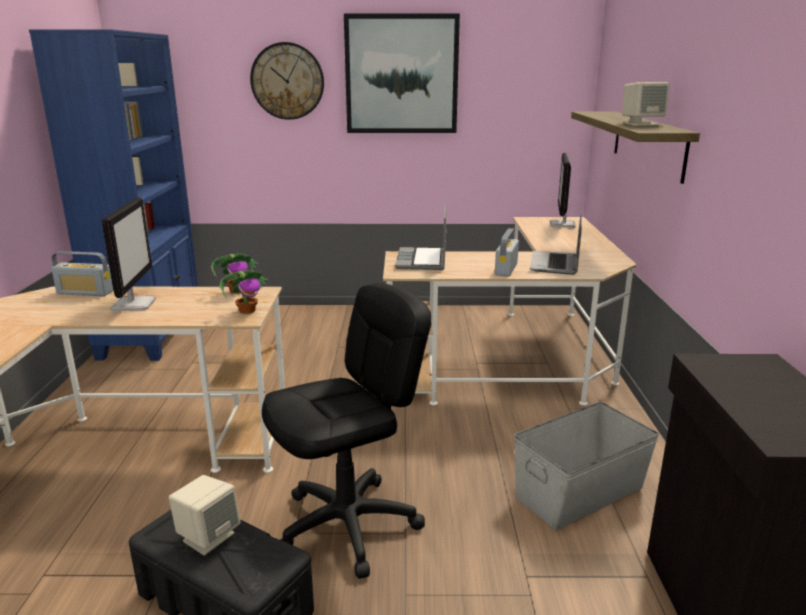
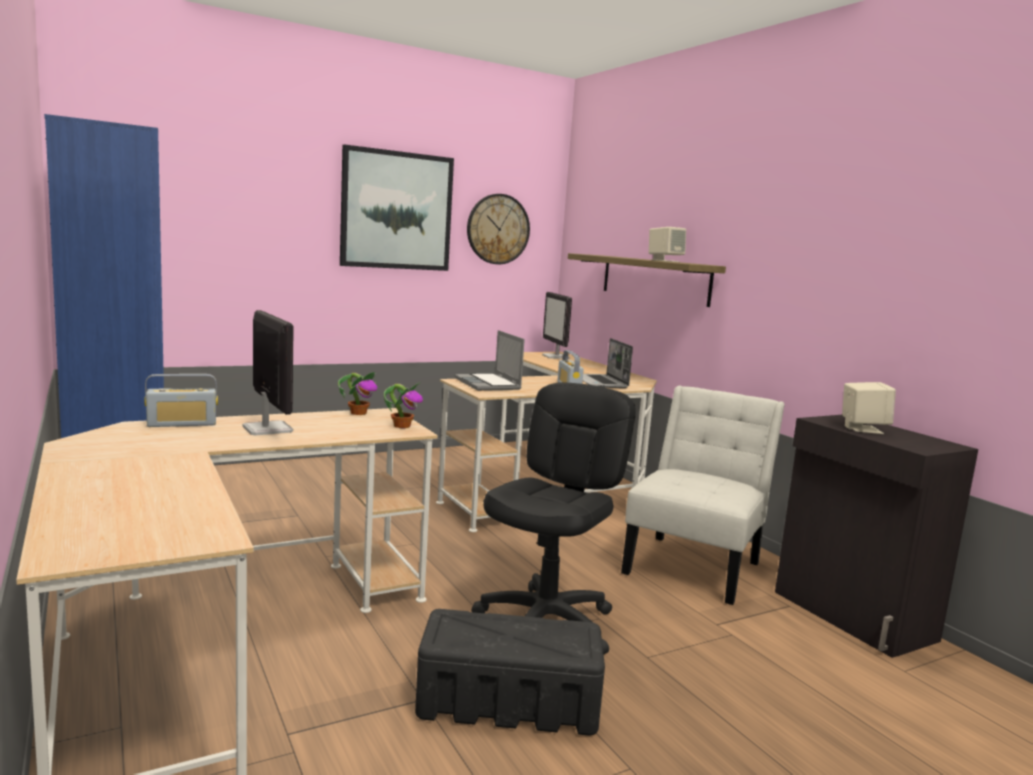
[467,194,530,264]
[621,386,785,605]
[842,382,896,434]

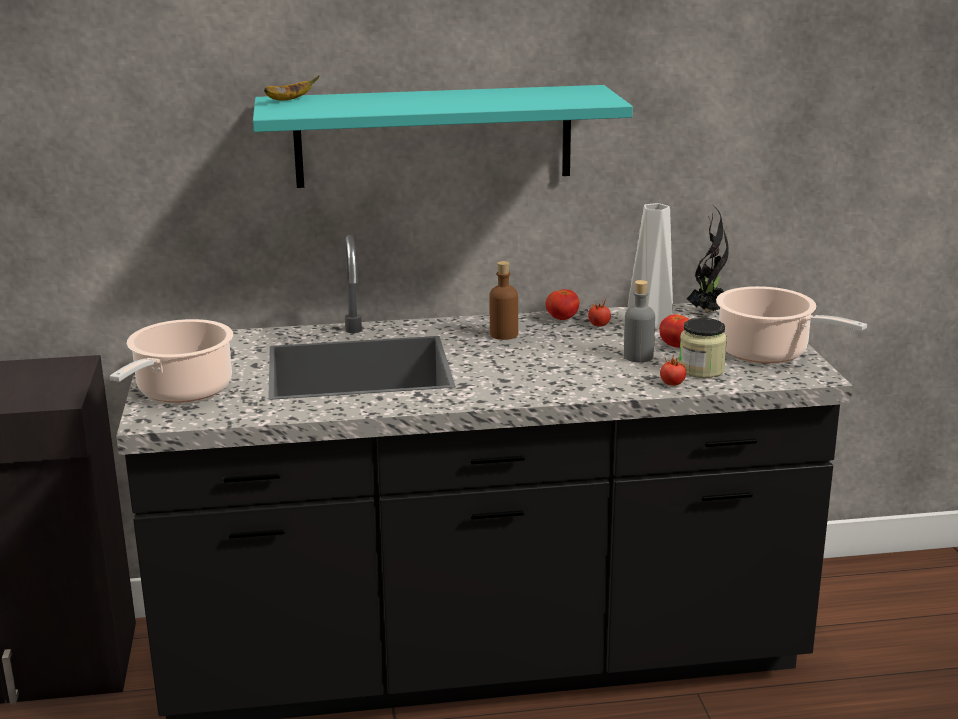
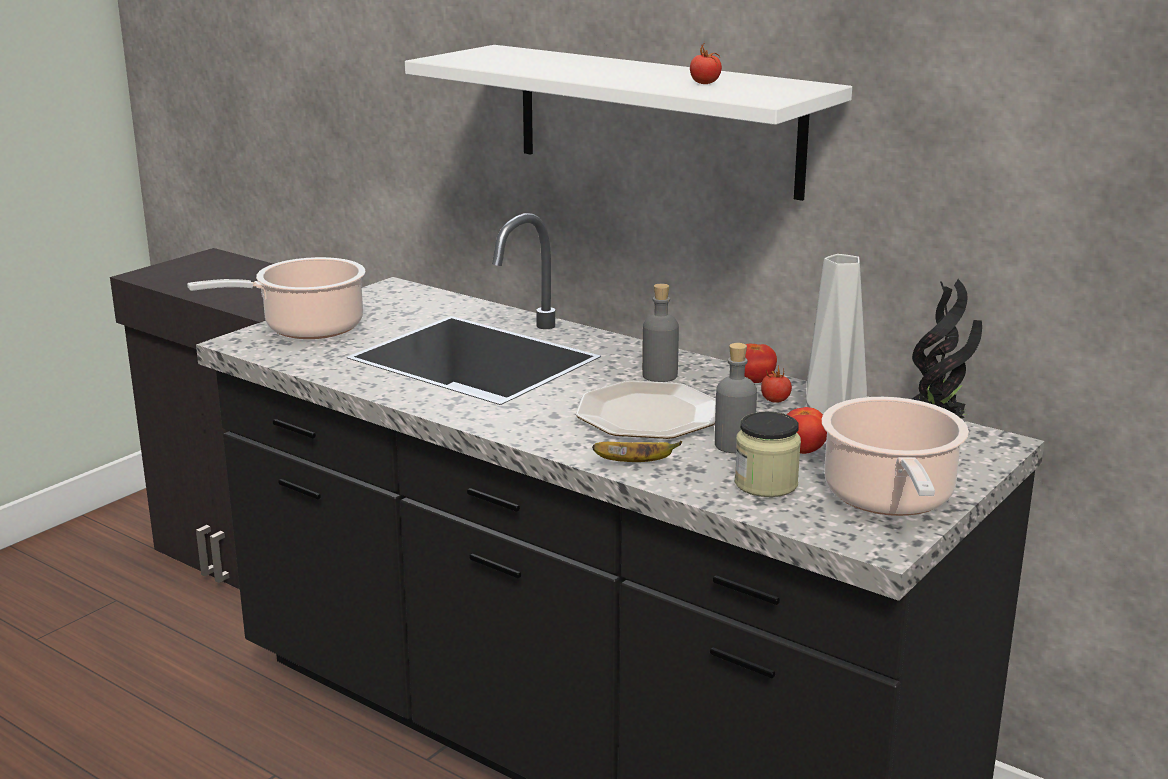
[592,441,682,462]
[405,45,852,201]
[642,284,679,382]
[690,42,722,84]
[576,380,716,439]

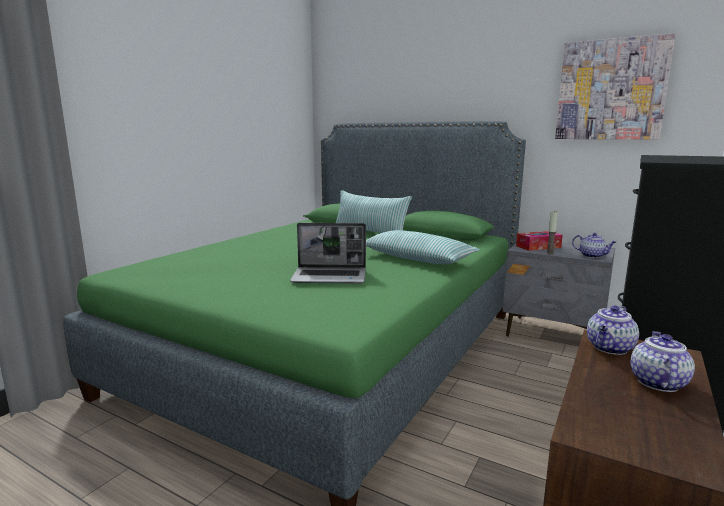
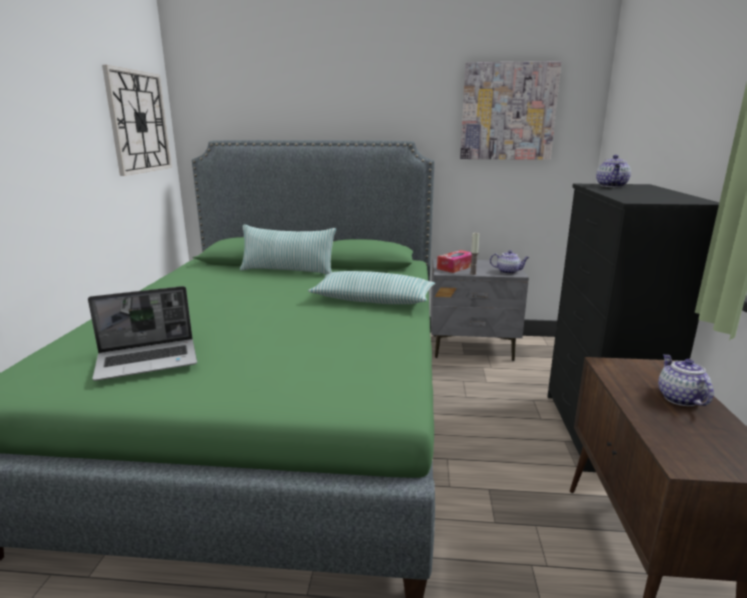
[88,286,197,381]
[596,155,631,187]
[102,65,172,176]

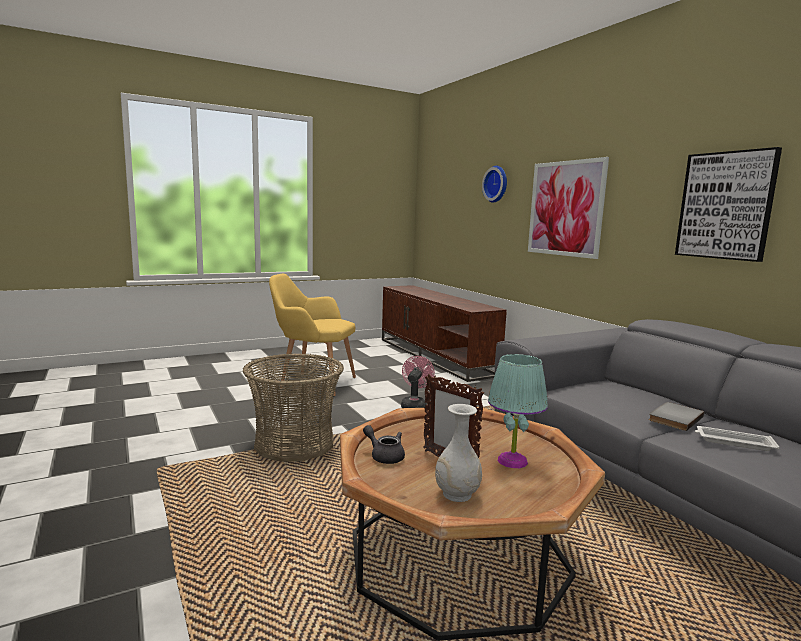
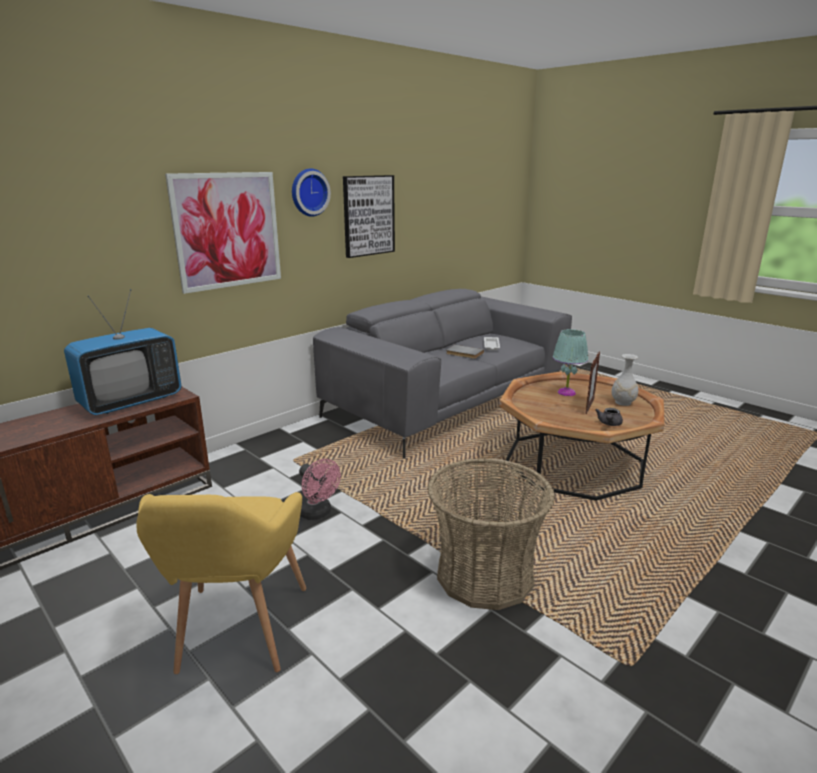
[292,168,331,217]
[299,459,341,520]
[64,289,182,415]

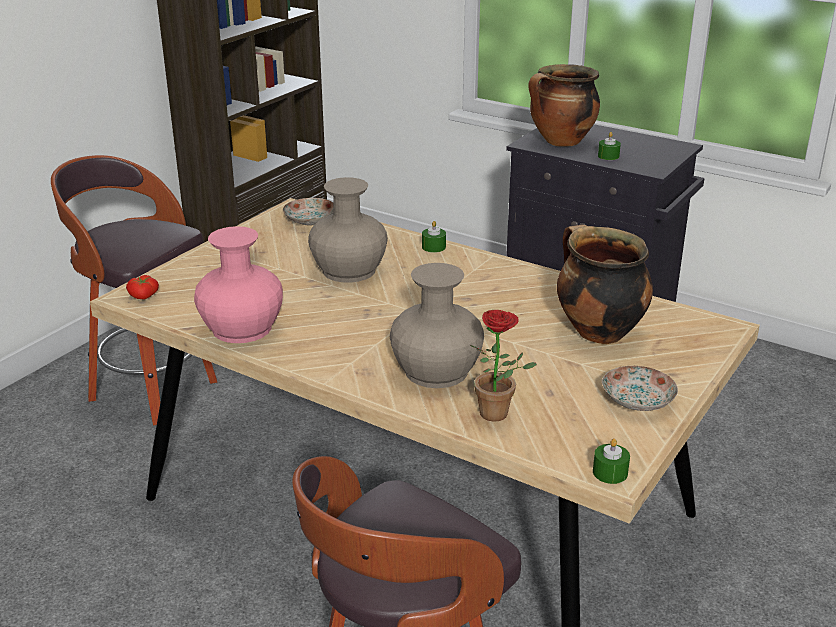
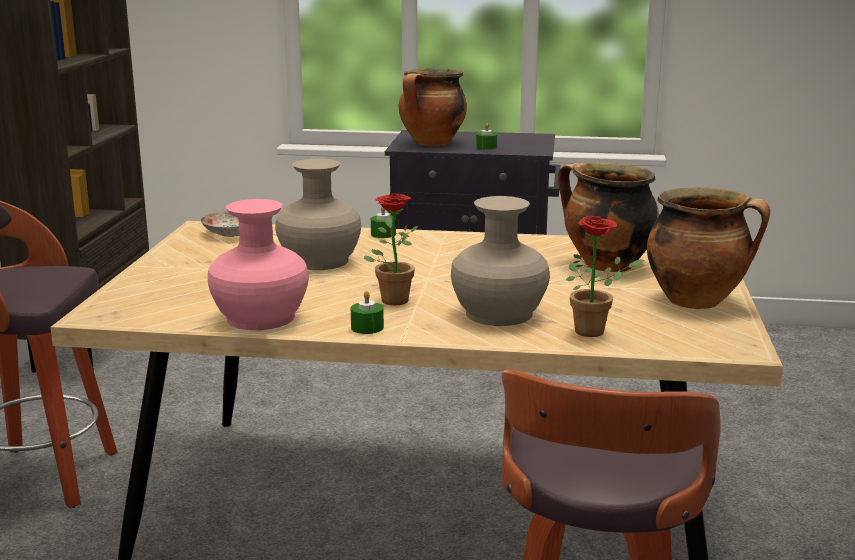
[126,275,159,300] (first image)
[647,188,770,309]
[351,291,384,334]
[364,193,418,305]

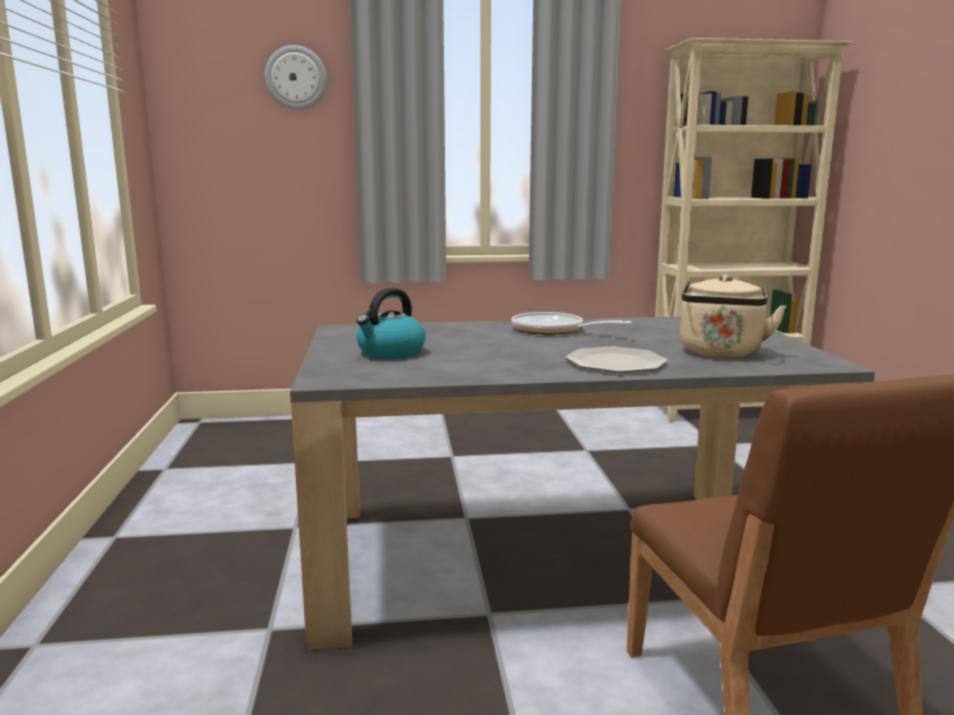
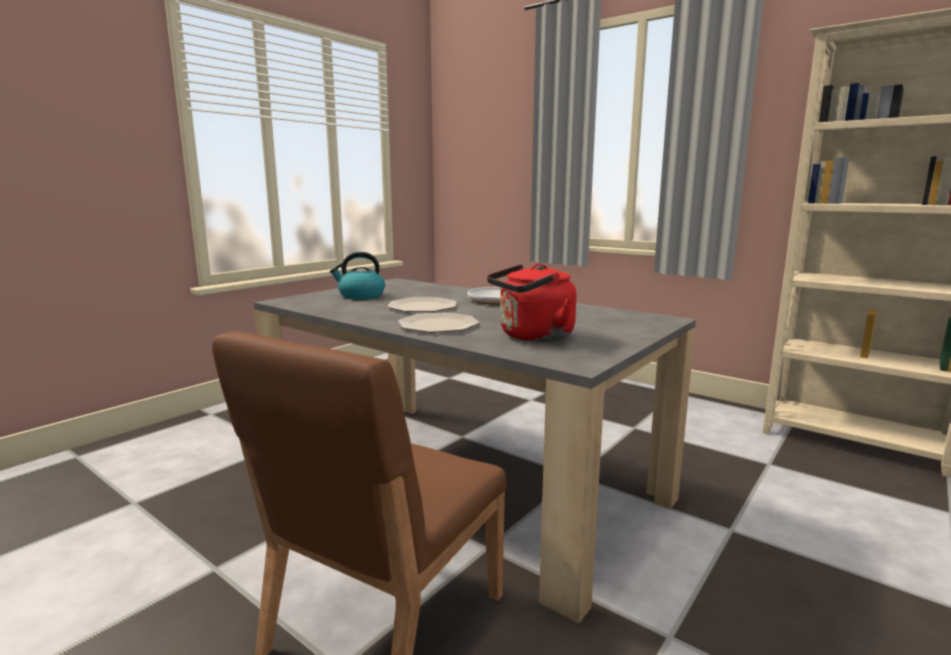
[265,45,327,110] (first image)
[487,263,576,342]
[387,297,456,312]

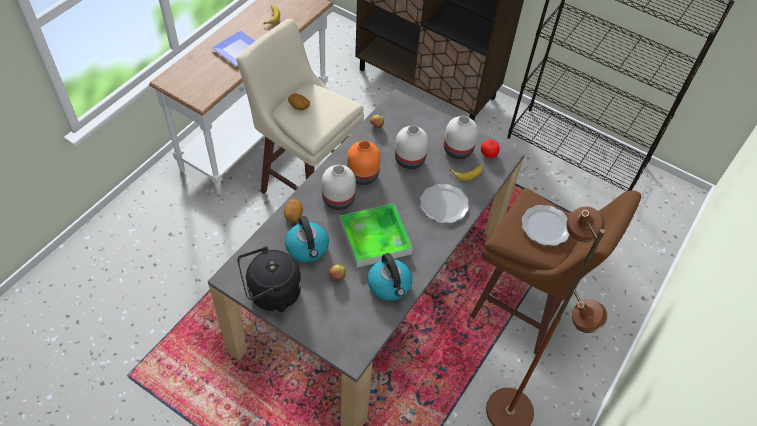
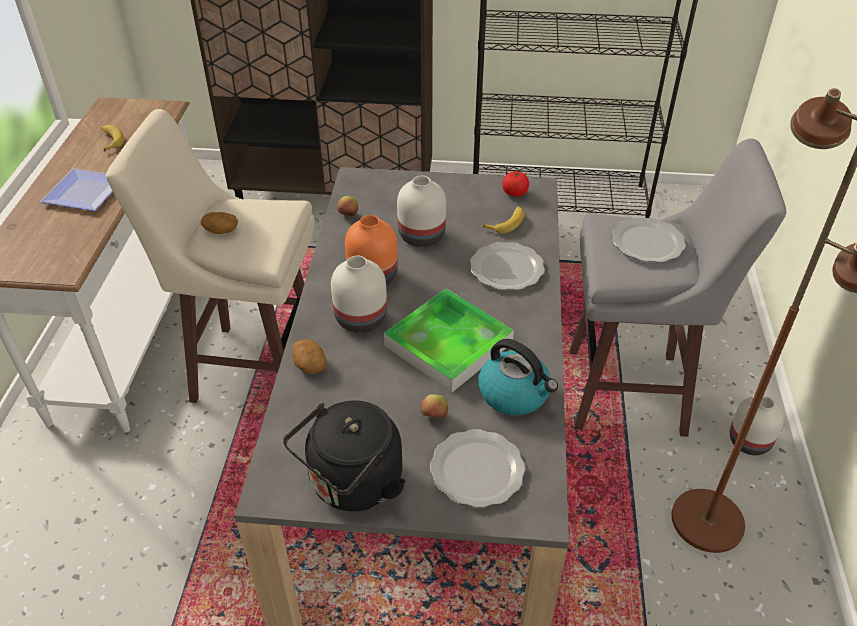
[730,396,784,455]
[570,139,786,437]
[285,216,329,262] (first image)
[430,429,526,508]

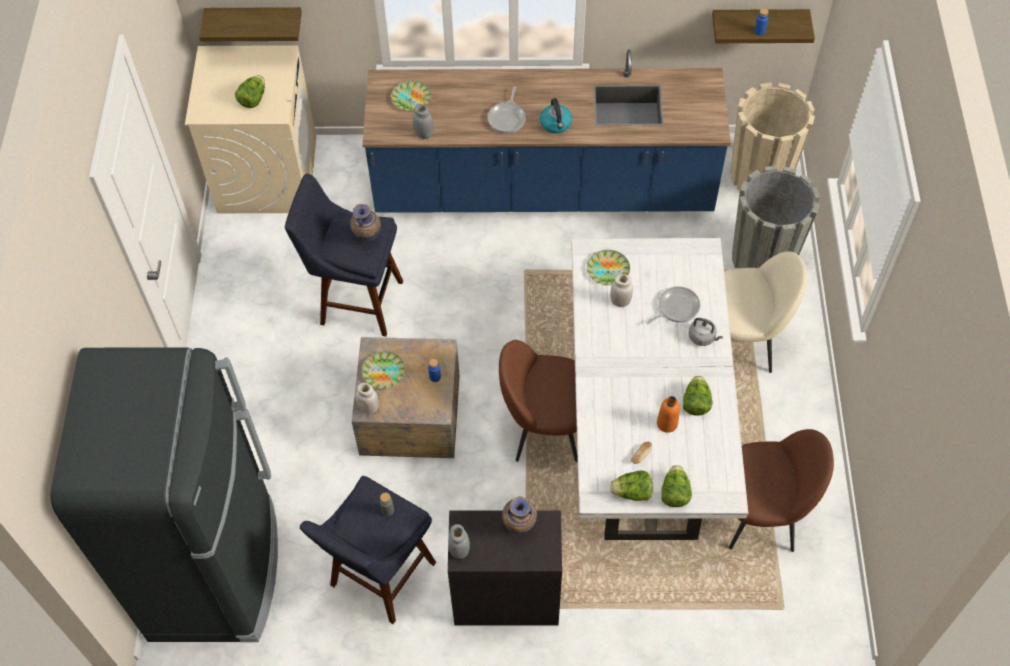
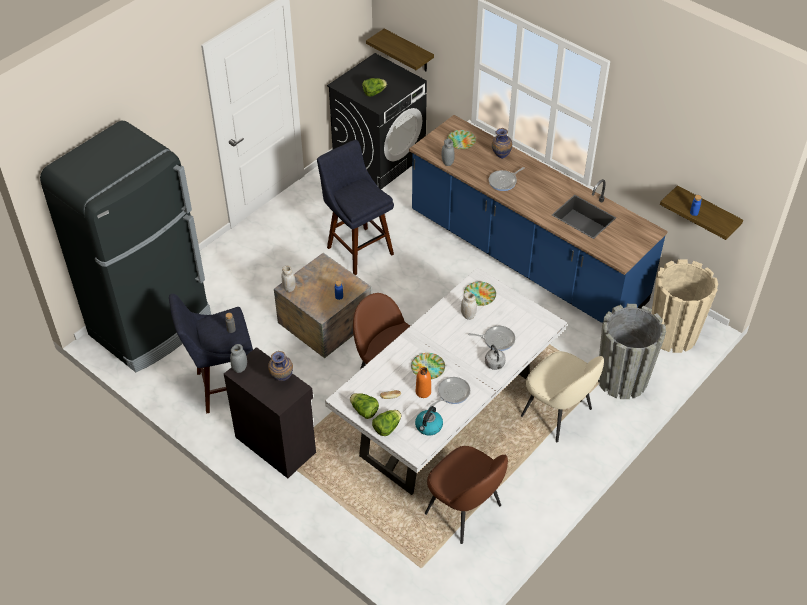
[327,53,427,189]
[415,406,443,436]
[492,128,512,159]
[411,353,445,379]
[430,377,470,407]

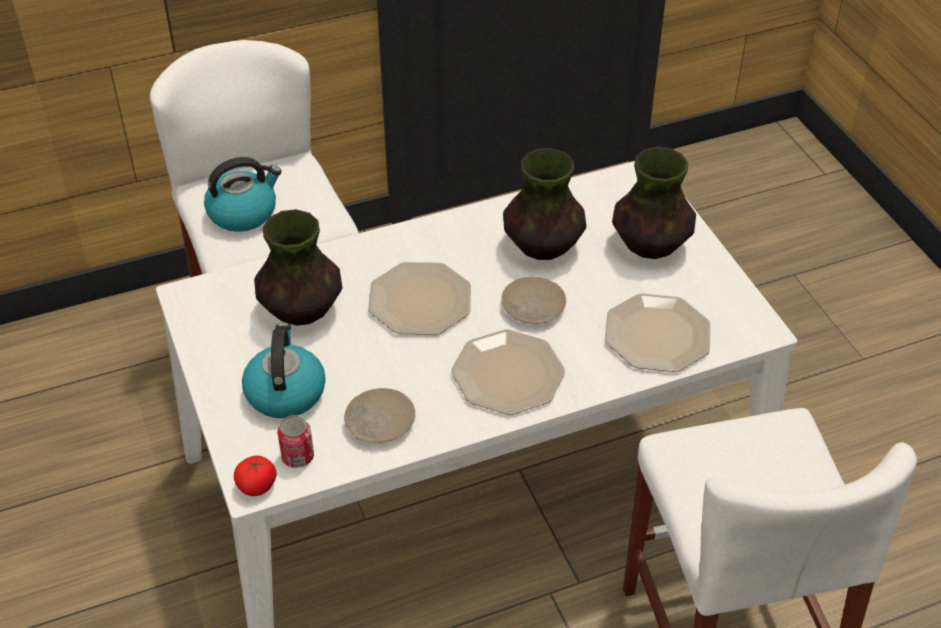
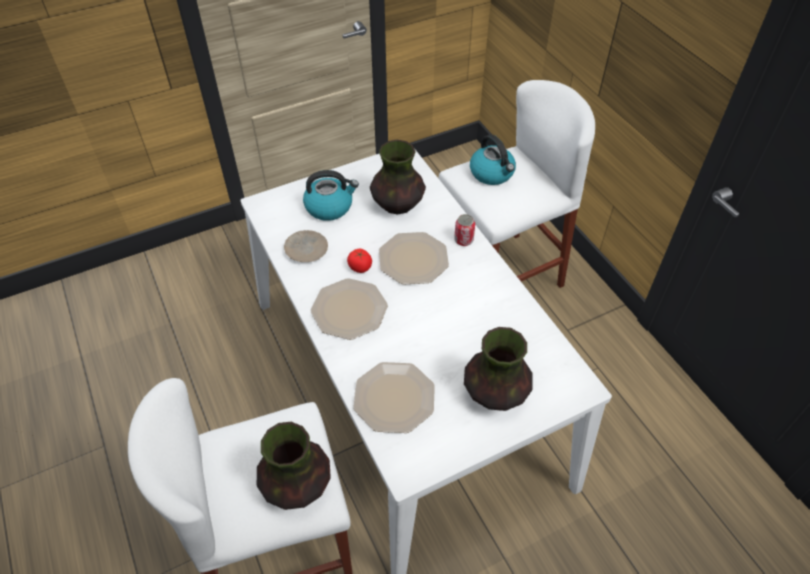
[257,422,331,510]
[501,277,566,324] (first image)
[454,214,475,246]
[347,249,372,273]

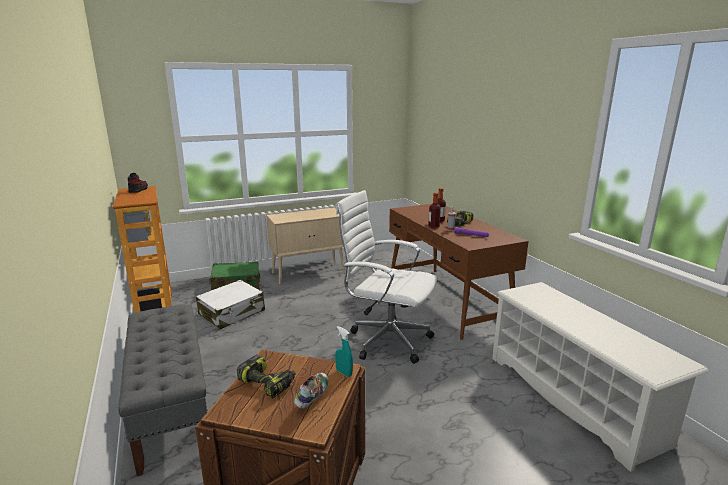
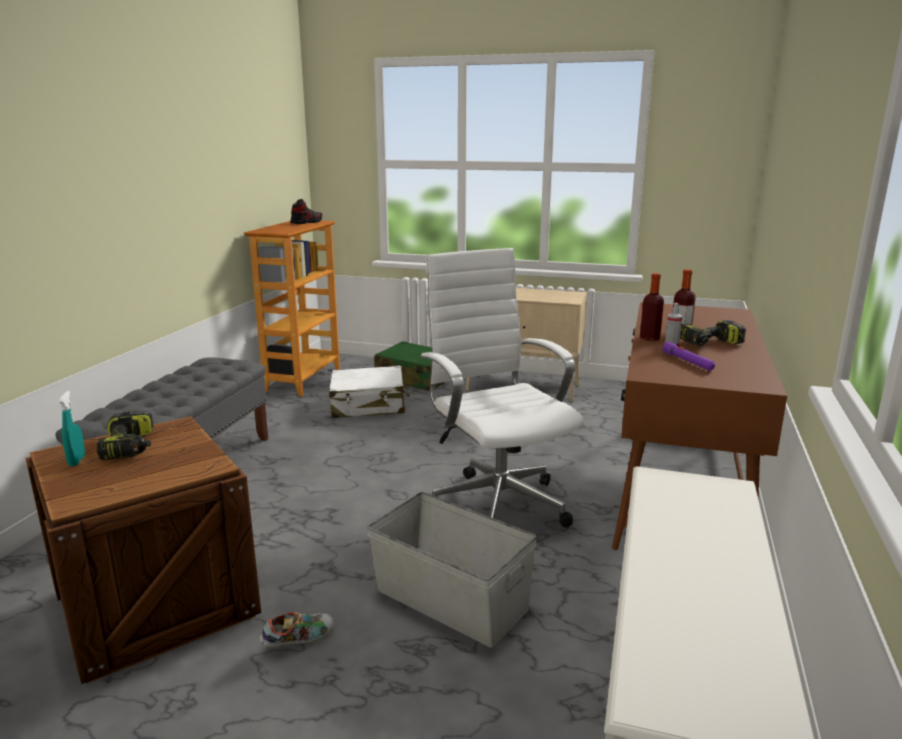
[59,391,85,466]
[260,612,334,647]
[367,492,537,648]

